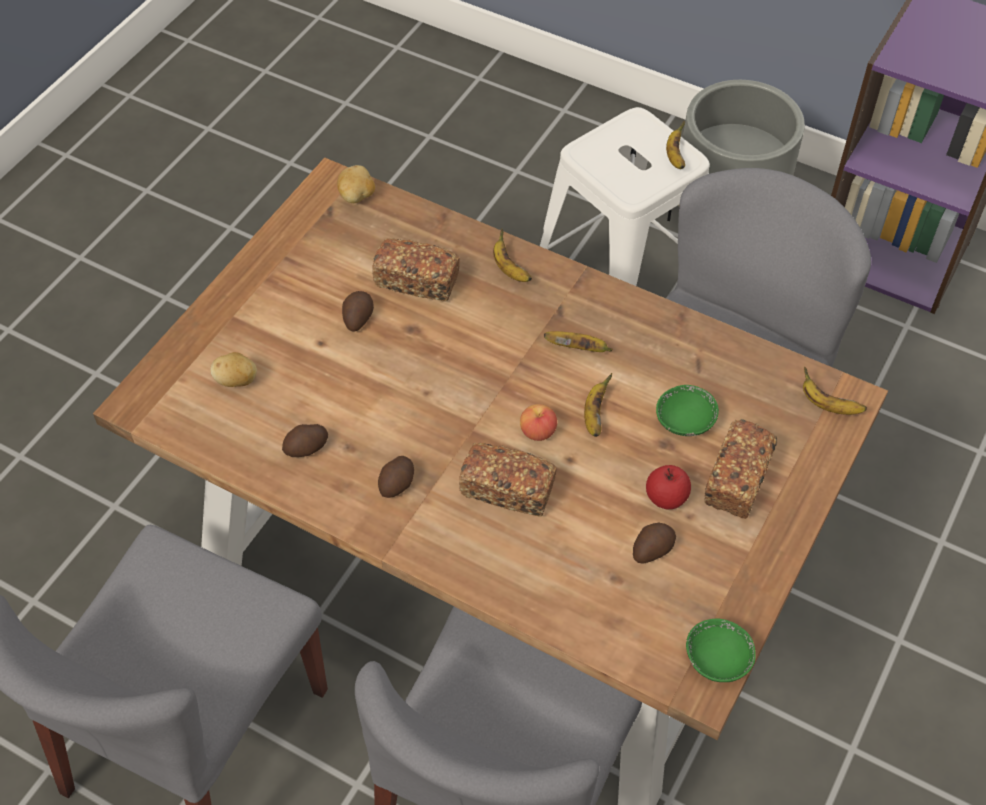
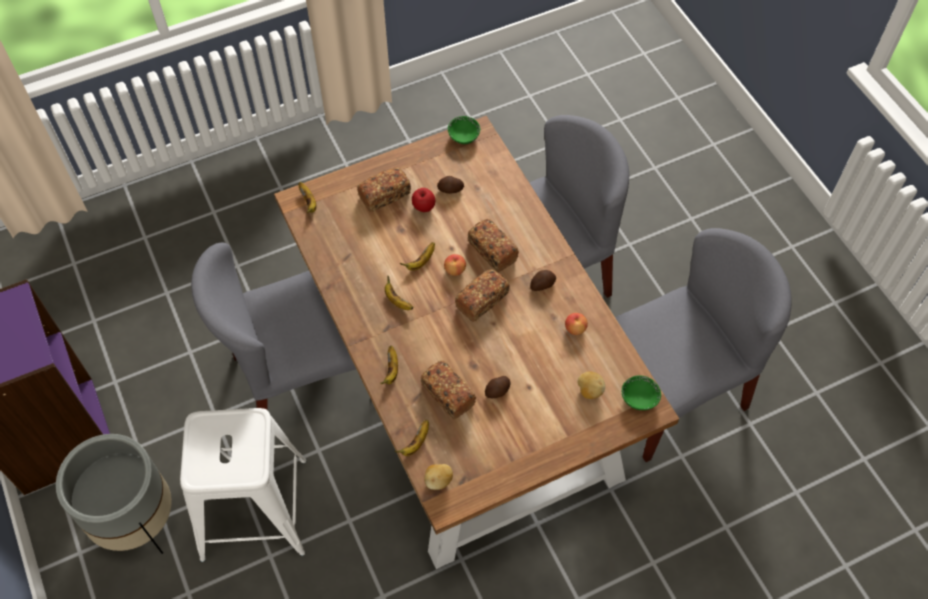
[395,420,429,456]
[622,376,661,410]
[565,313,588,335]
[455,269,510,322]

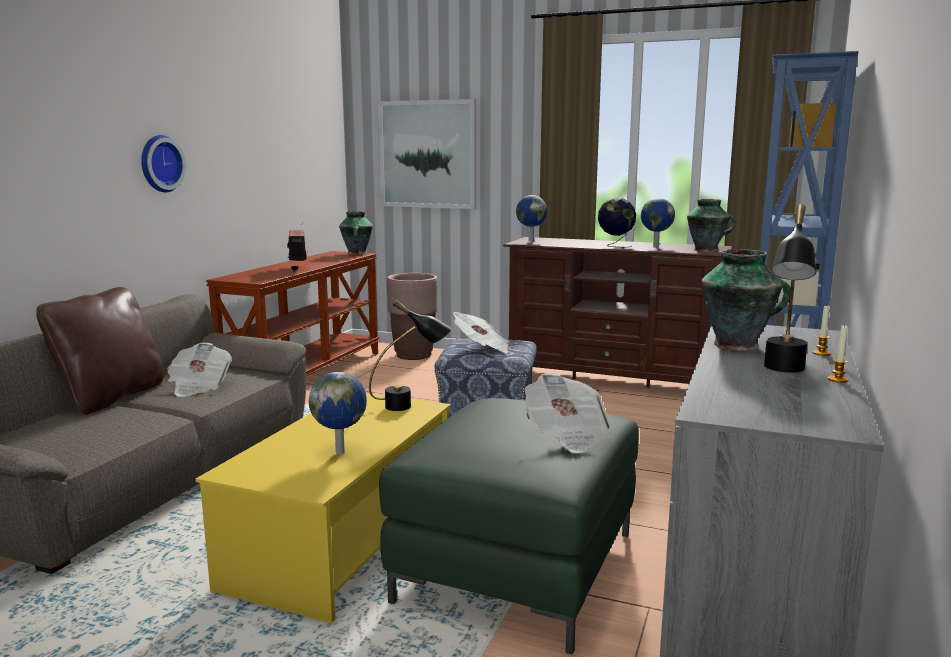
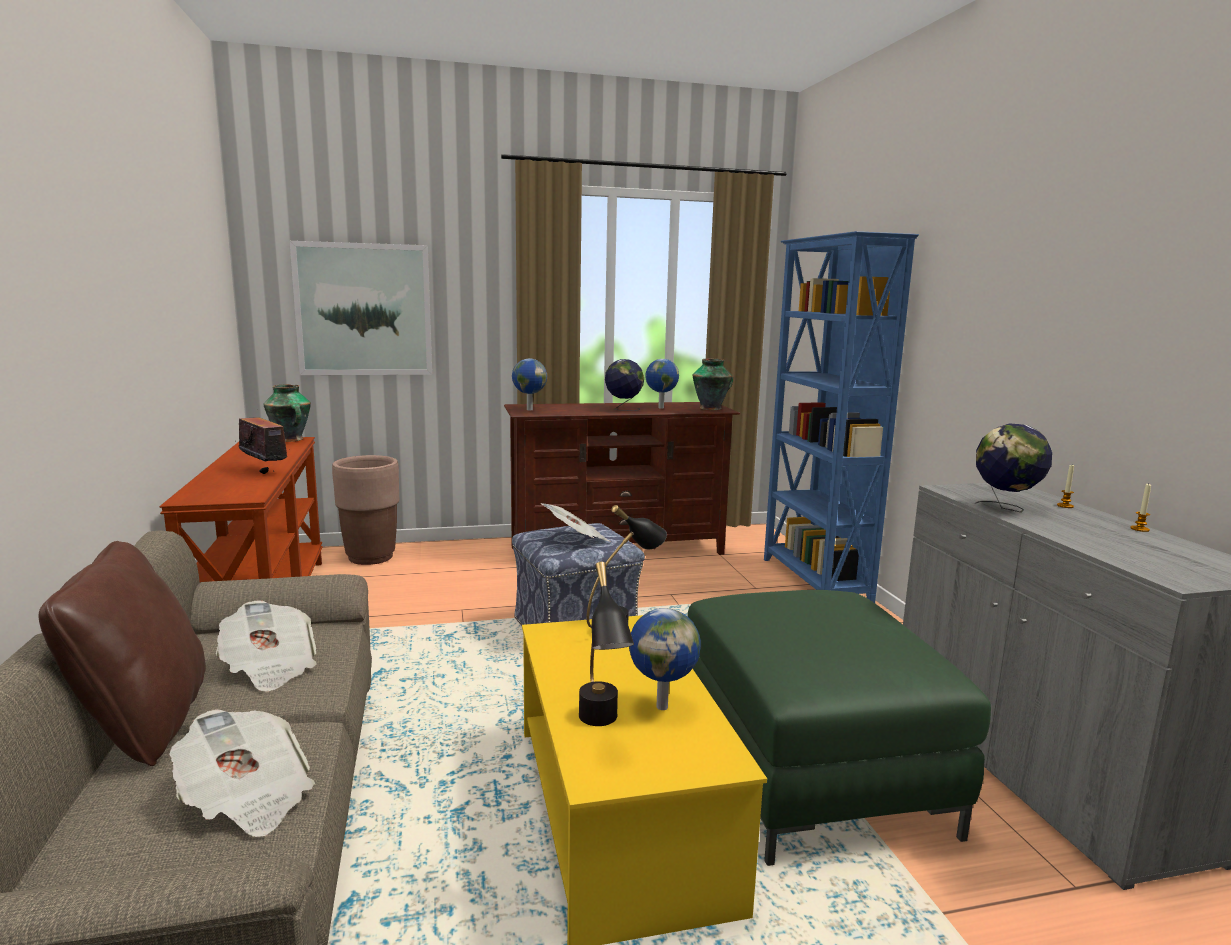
[141,135,186,192] (first image)
[579,562,634,726]
[975,423,1052,513]
[170,709,315,837]

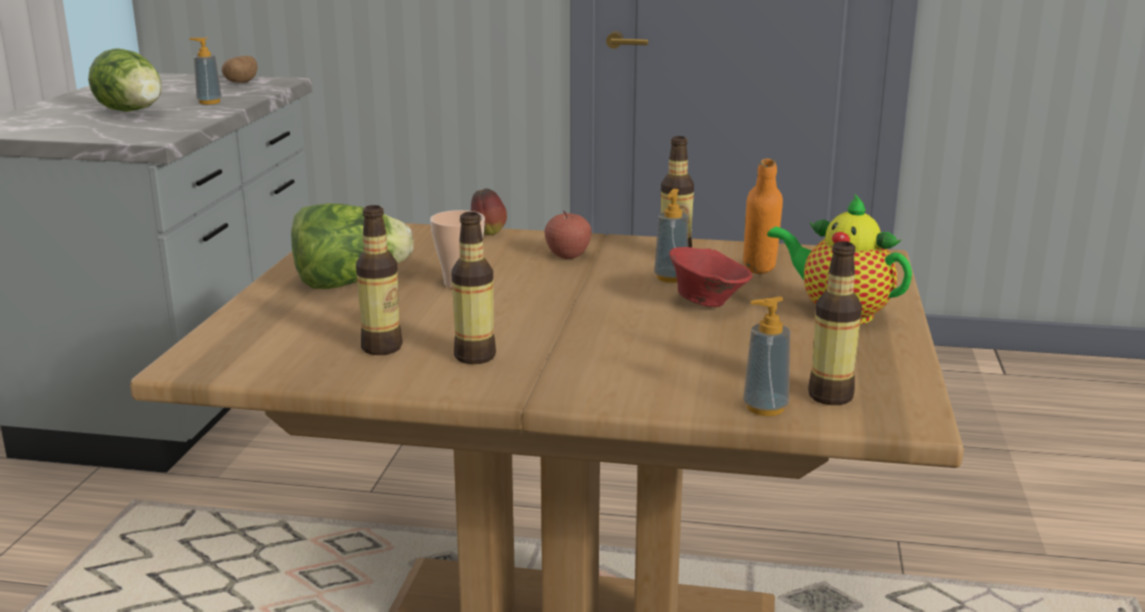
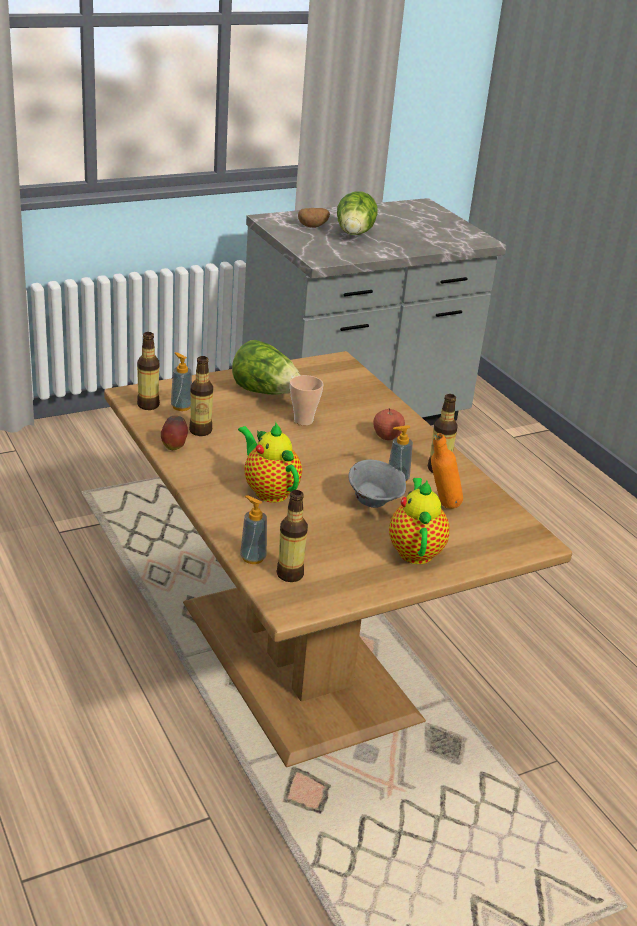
[171,352,192,411]
[298,208,330,228]
[161,416,188,450]
[137,332,160,410]
[348,460,406,508]
[238,422,302,503]

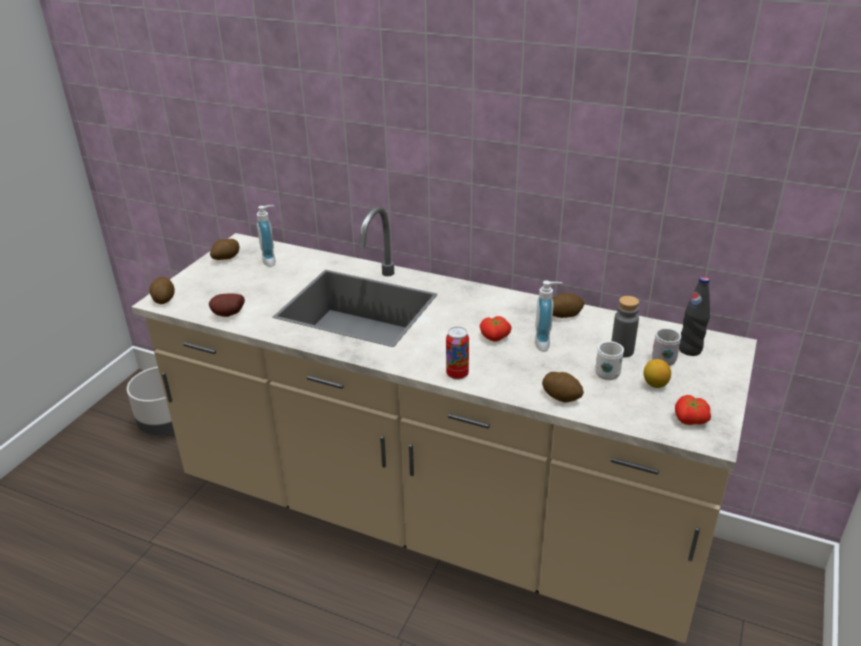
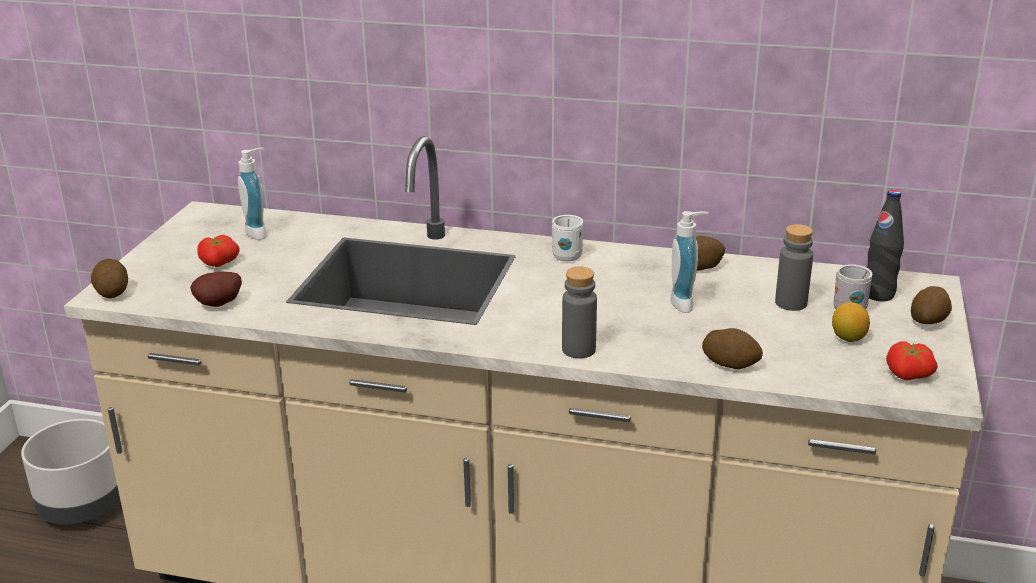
[911,286,952,324]
[197,235,240,267]
[562,267,597,358]
[552,215,583,261]

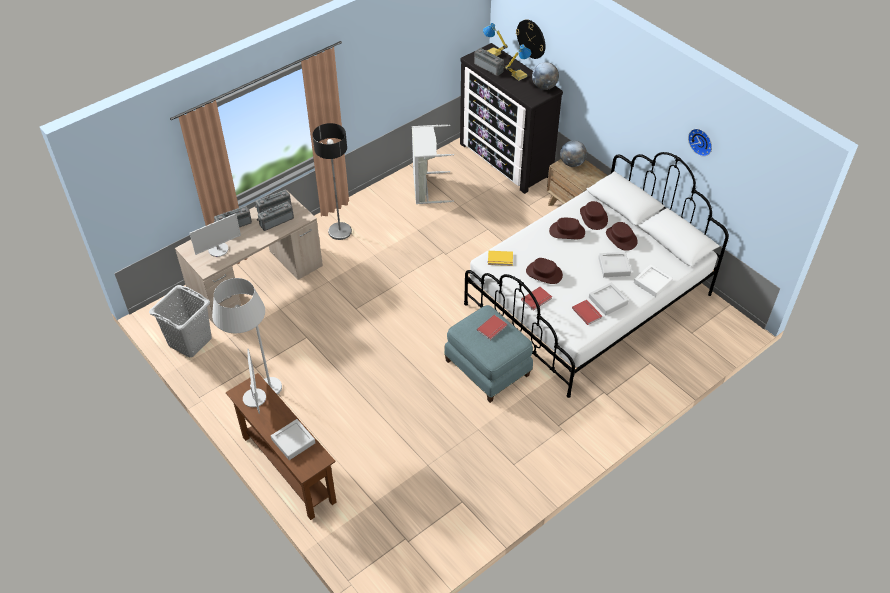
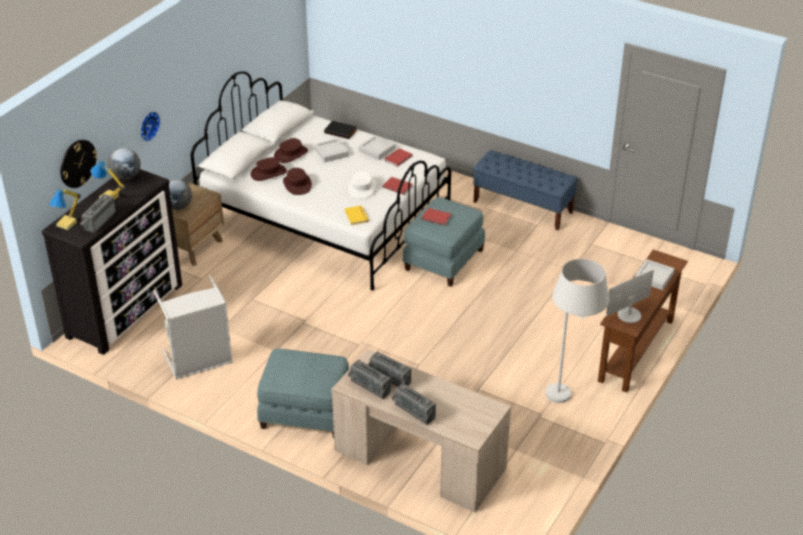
[257,349,349,438]
[140,112,160,141]
[190,213,241,257] (first image)
[348,171,376,199]
[324,121,357,139]
[149,285,212,357] (first image)
[473,150,578,230]

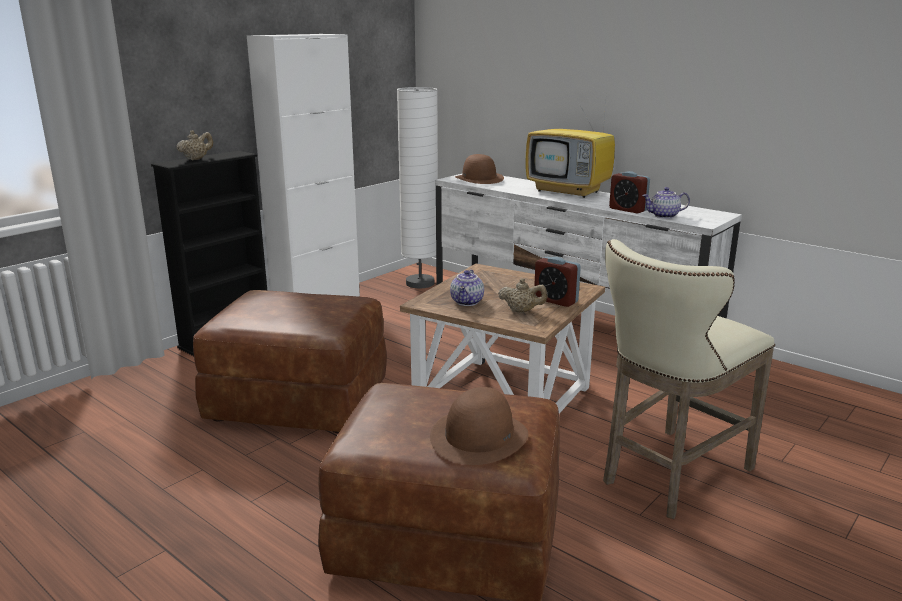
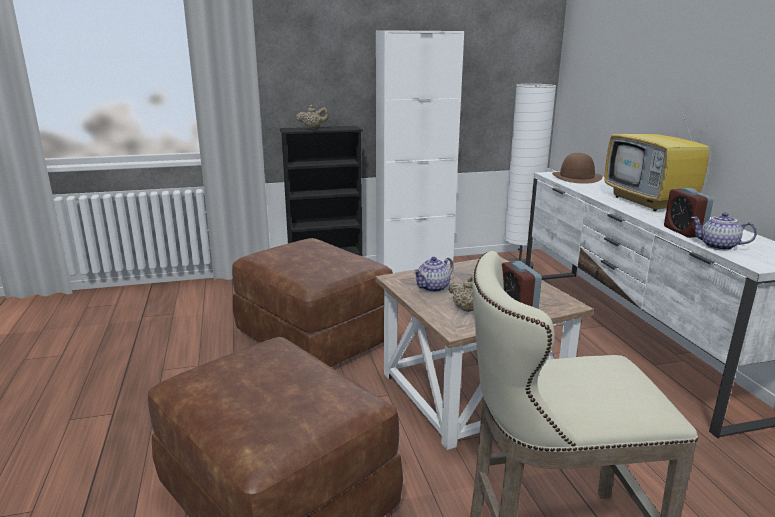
[430,387,528,465] (first image)

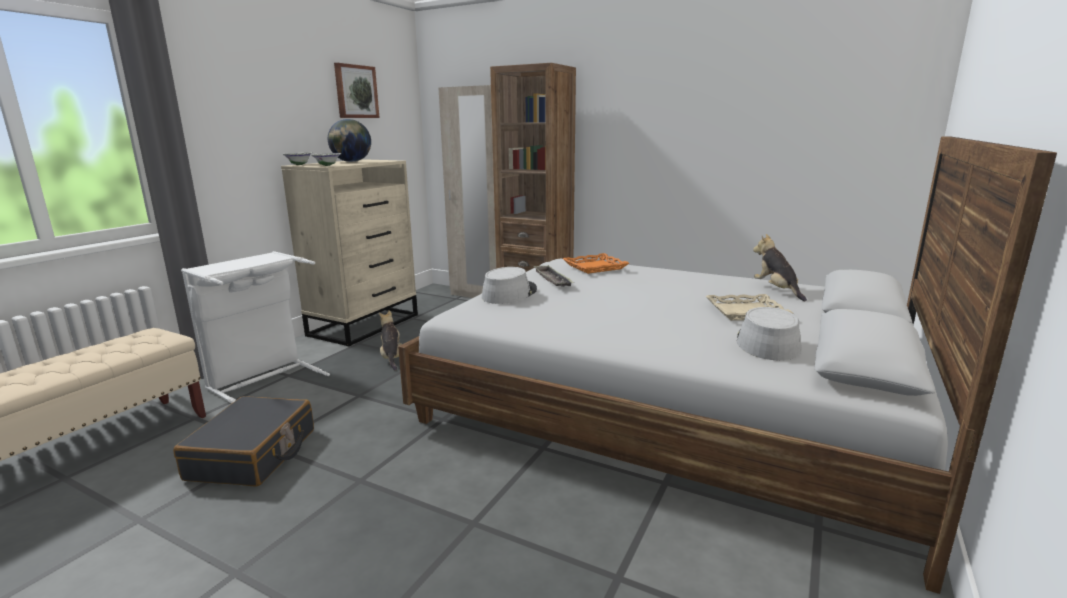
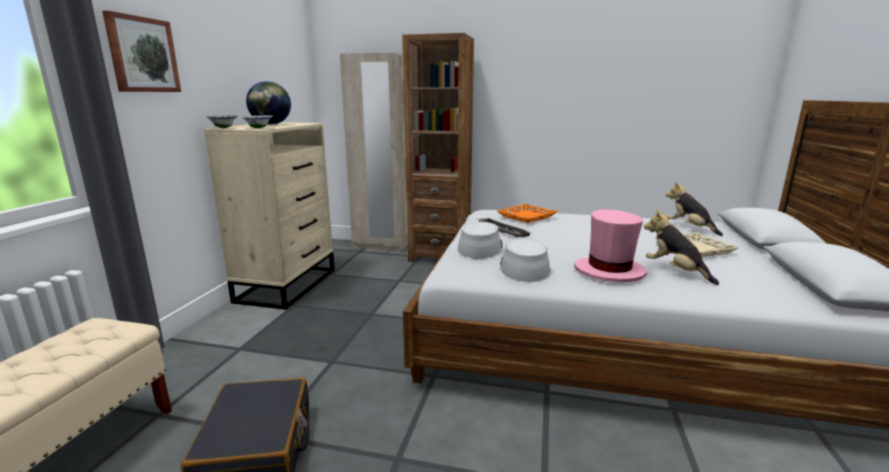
[102,11,181,92]
[181,251,330,404] (first image)
[500,238,550,282]
[644,209,719,285]
[574,209,647,282]

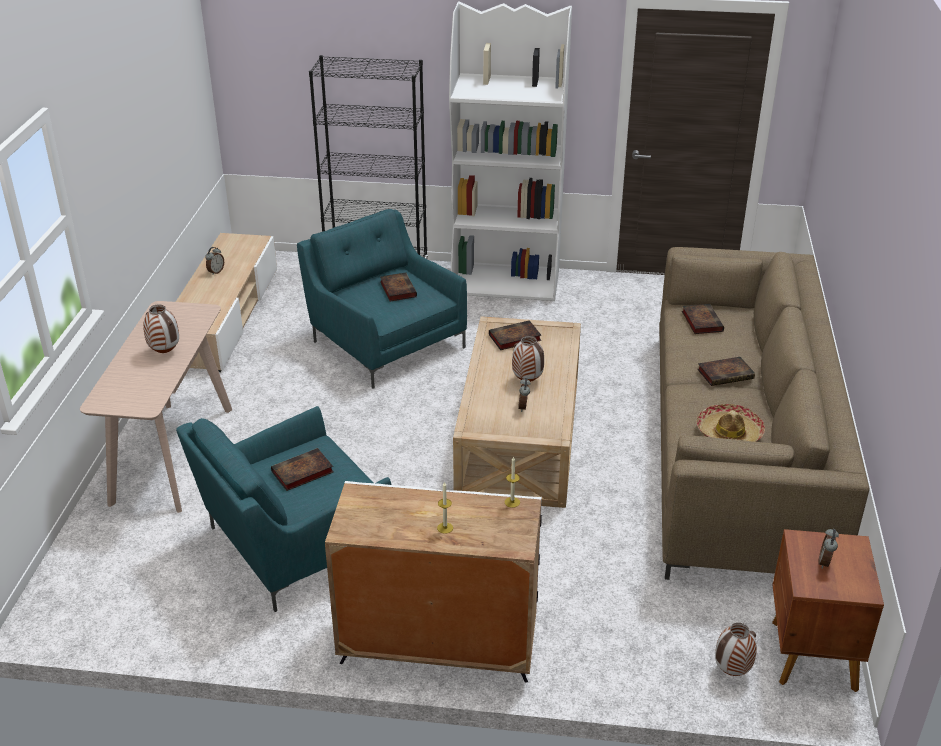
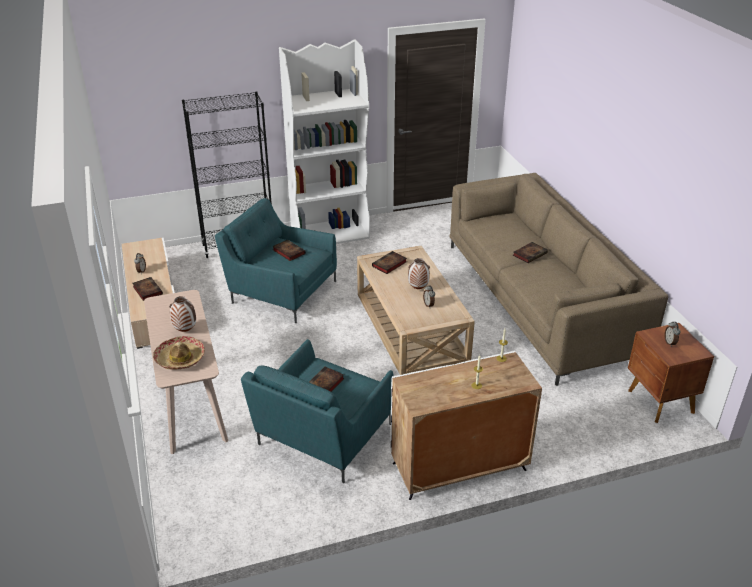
[132,277,163,301]
[153,336,205,370]
[715,623,757,676] (first image)

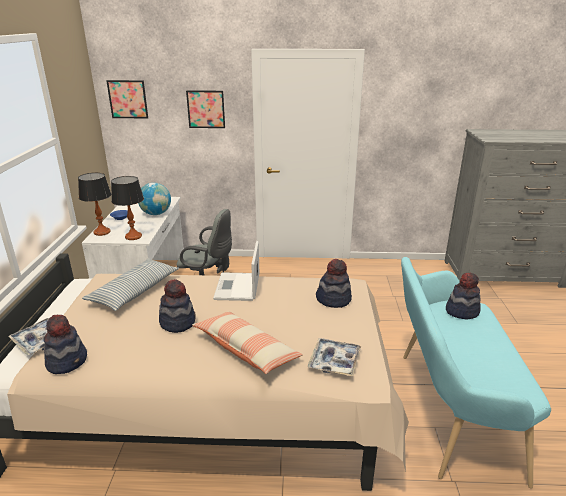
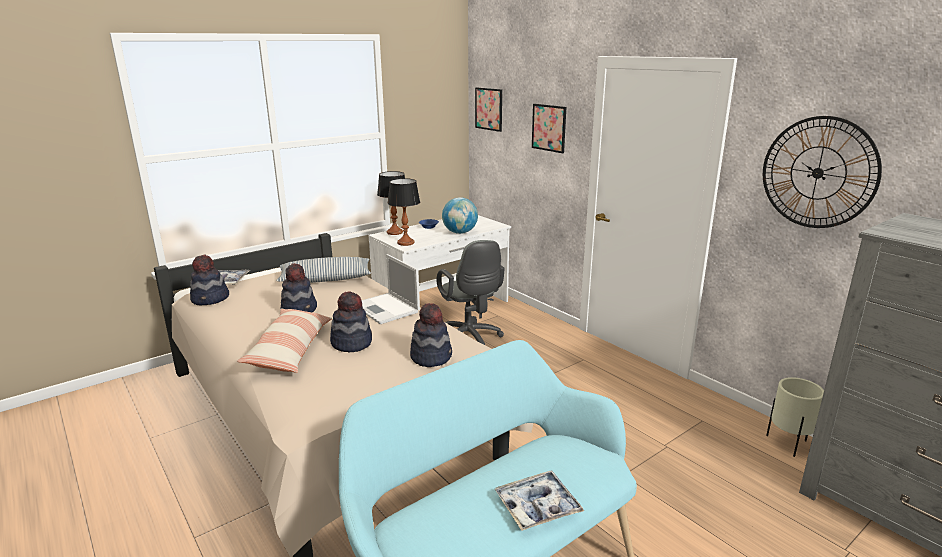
[361,254,420,324]
[330,291,372,353]
[495,471,584,531]
[763,116,882,228]
[766,377,824,457]

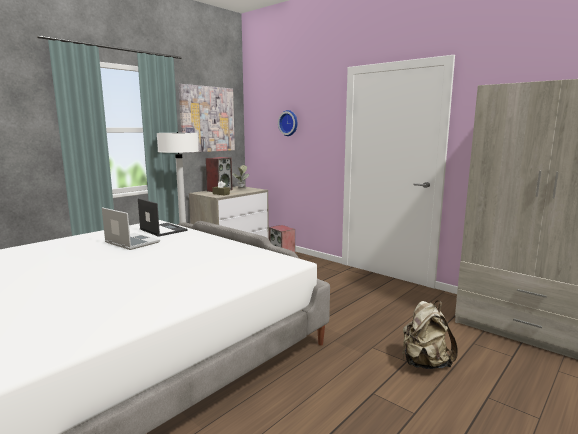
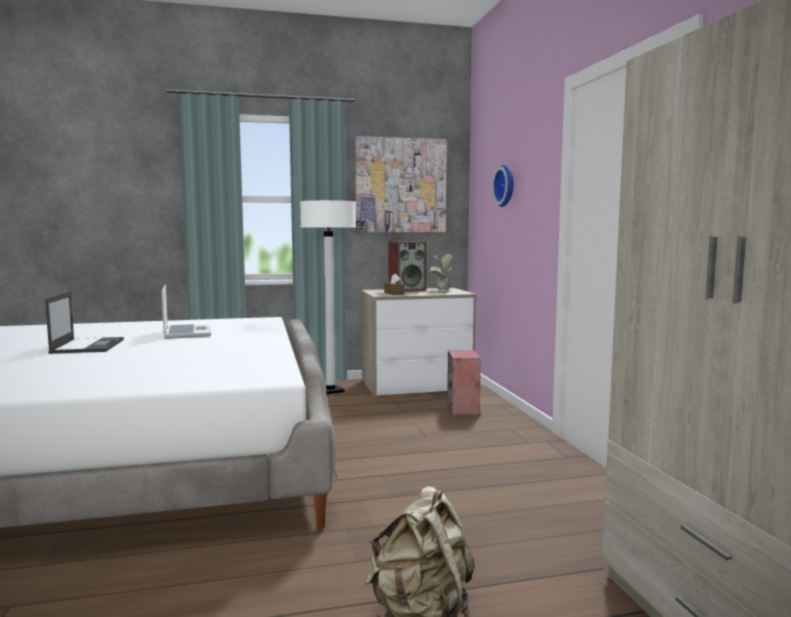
[45,292,124,354]

